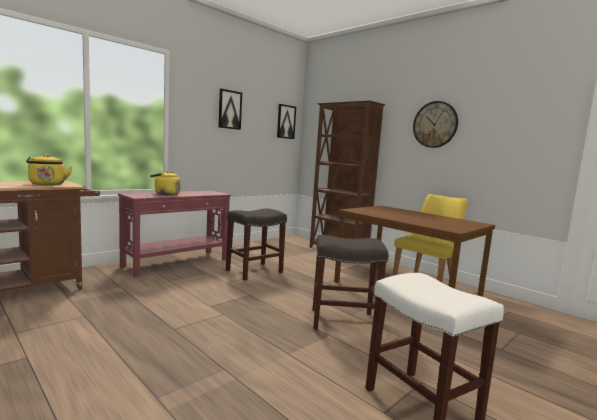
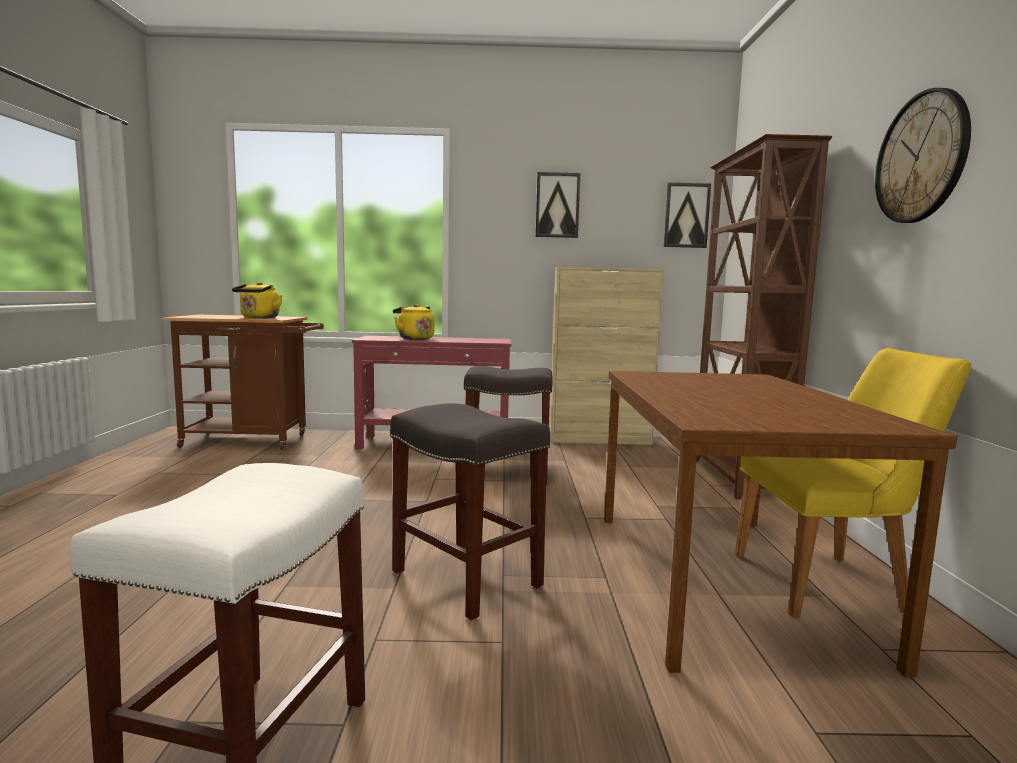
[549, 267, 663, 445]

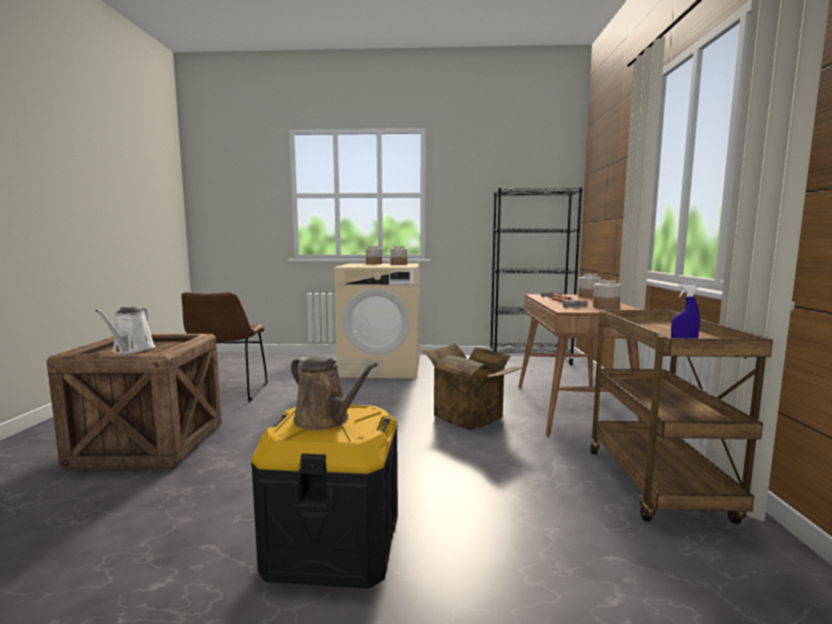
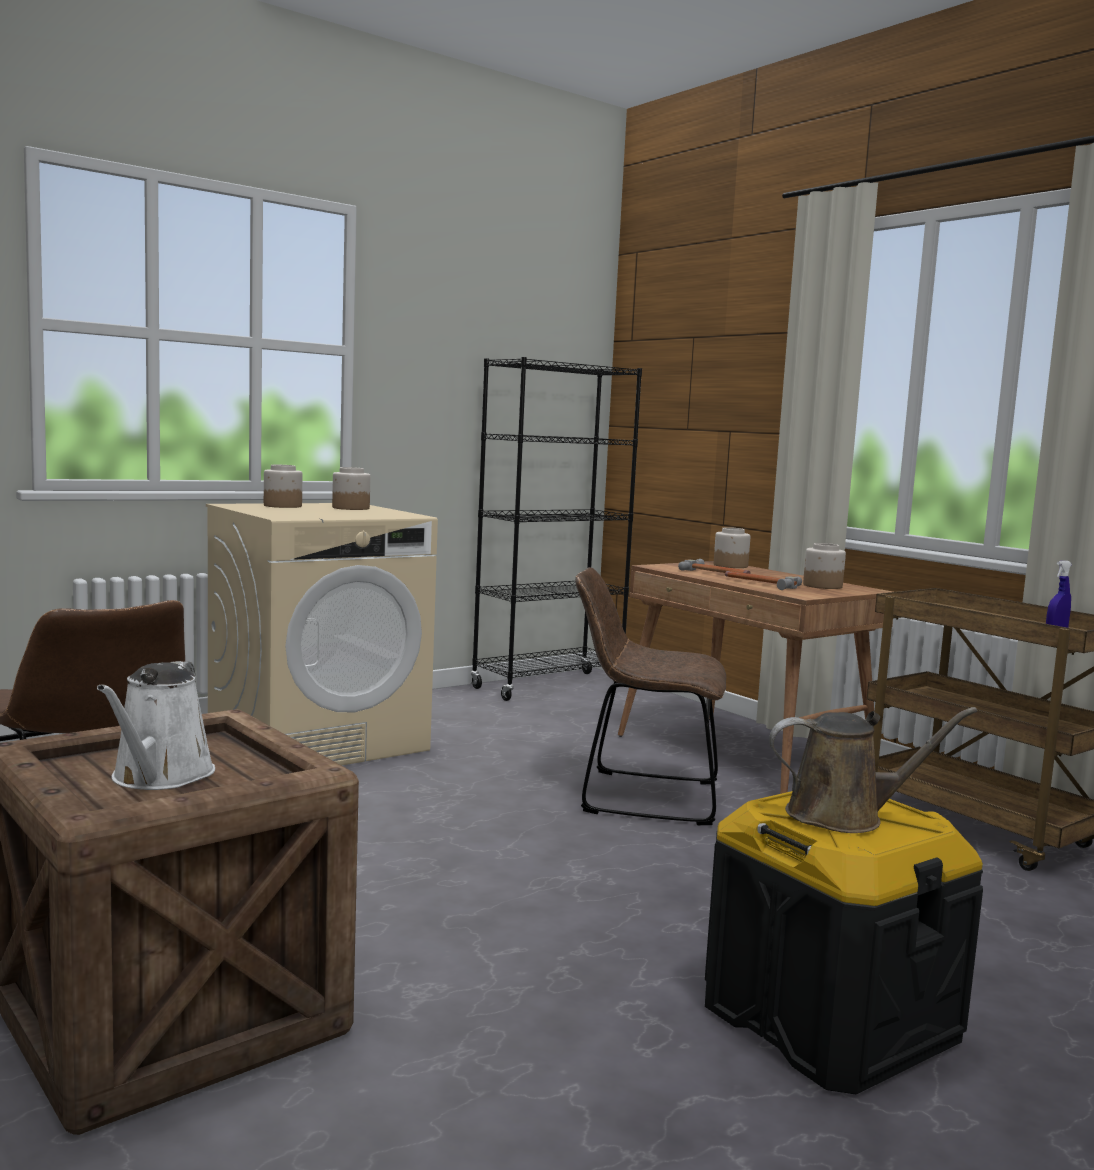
[97, 661, 215, 790]
[575, 567, 726, 825]

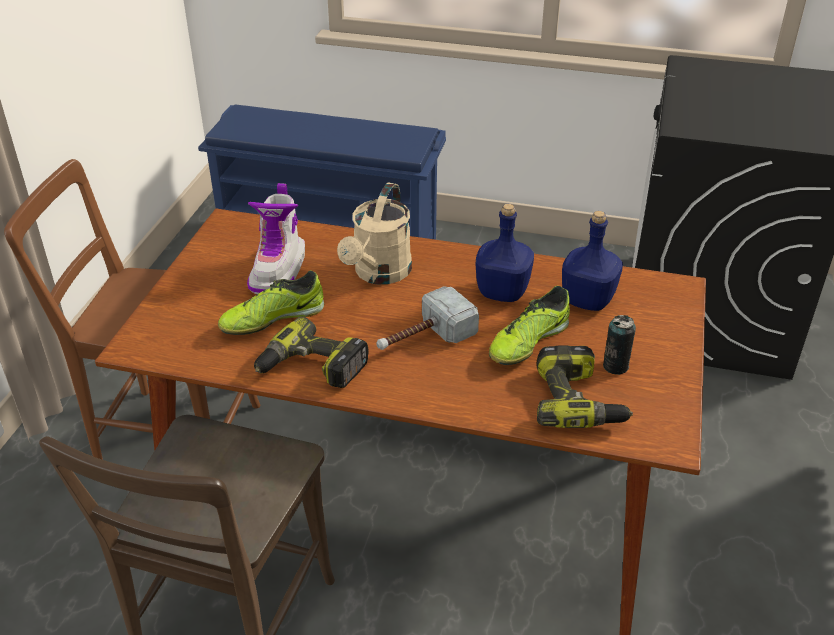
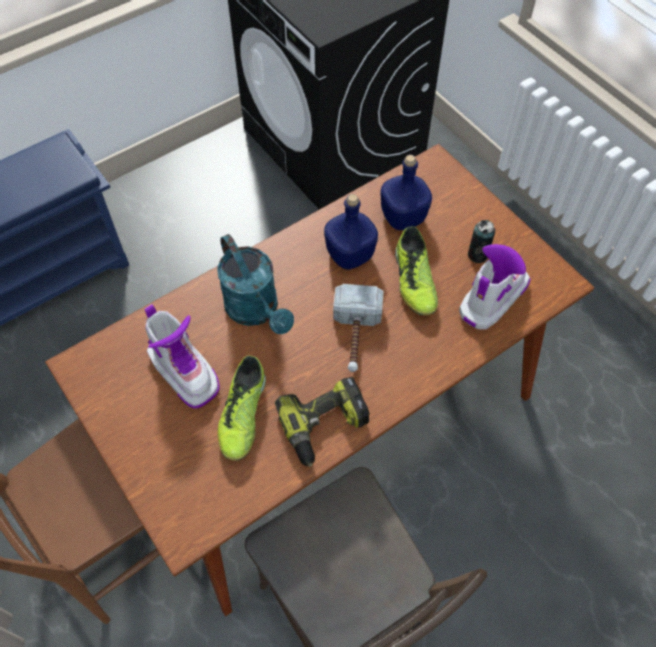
[217, 234, 294, 334]
[459, 244, 530, 330]

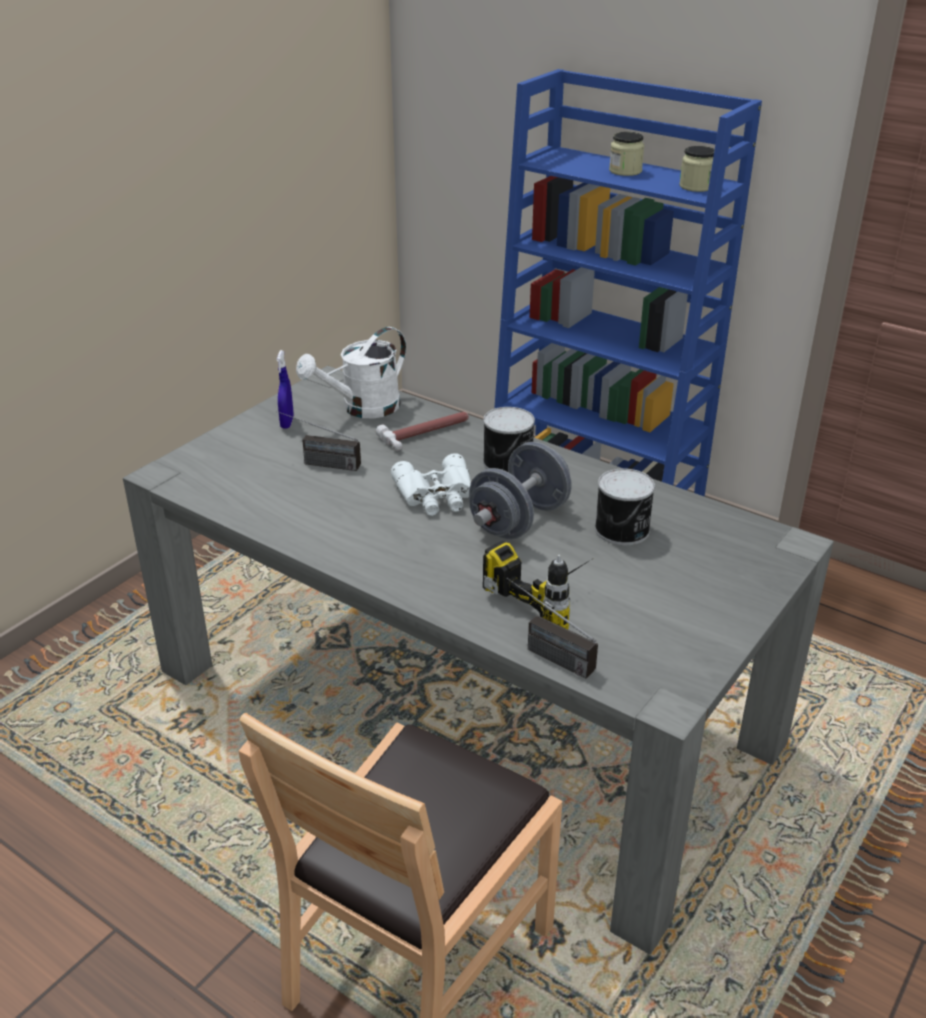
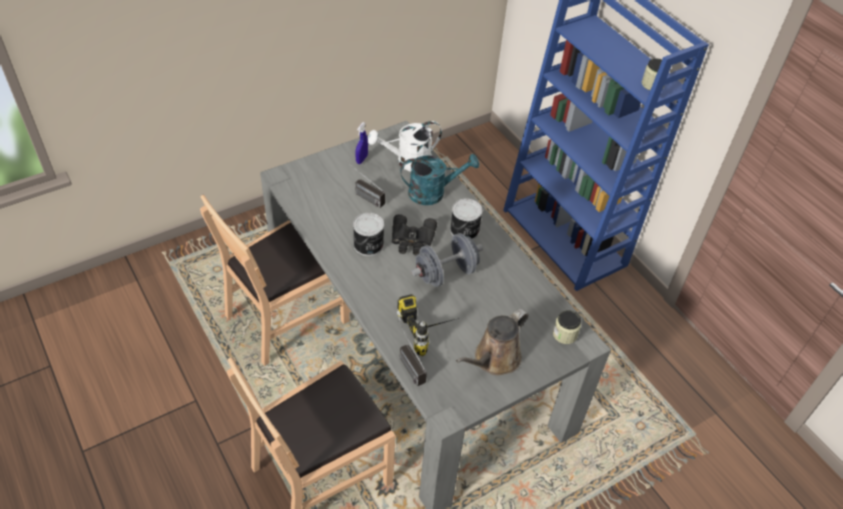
[200, 195, 350, 366]
[353, 213, 384, 256]
[392, 214, 437, 256]
[400, 154, 479, 205]
[456, 309, 528, 375]
[553, 310, 581, 344]

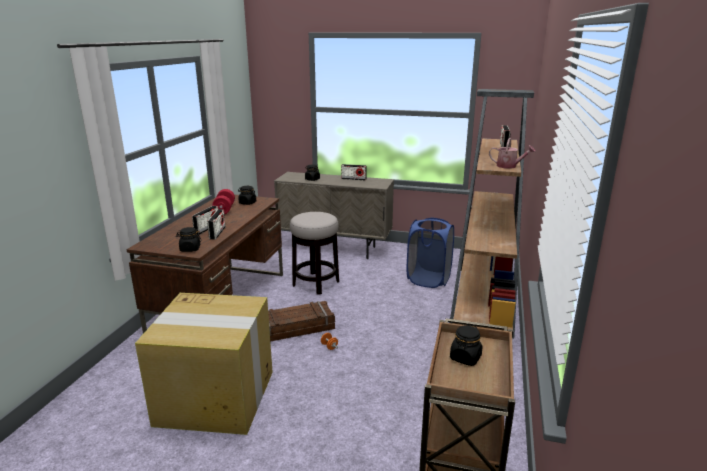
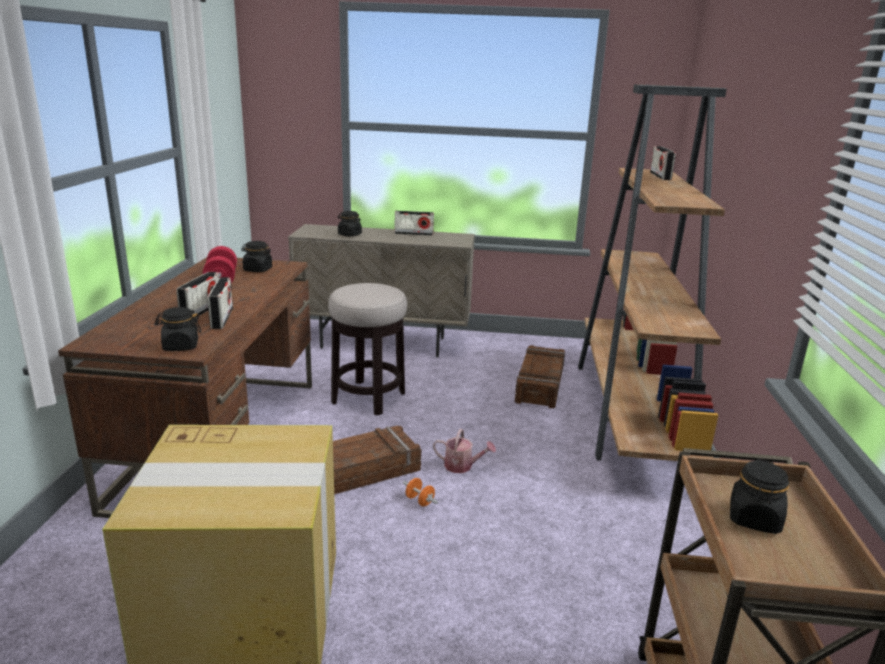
[433, 429, 496, 473]
[515, 345, 565, 408]

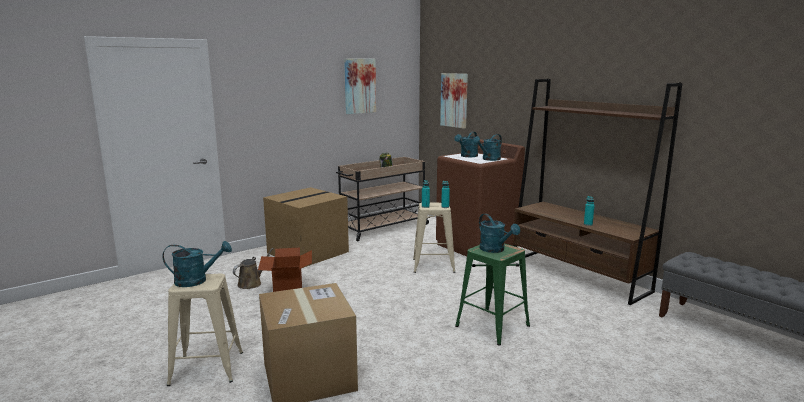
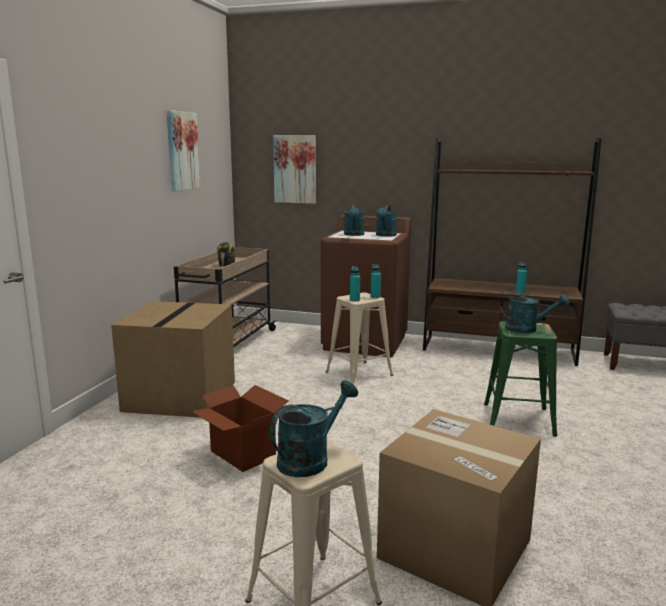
[233, 248, 274, 289] (first image)

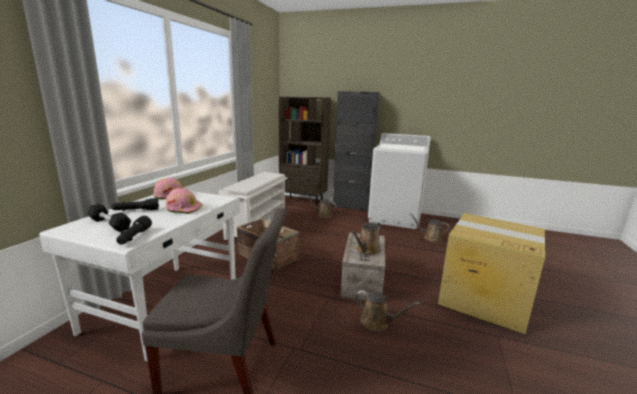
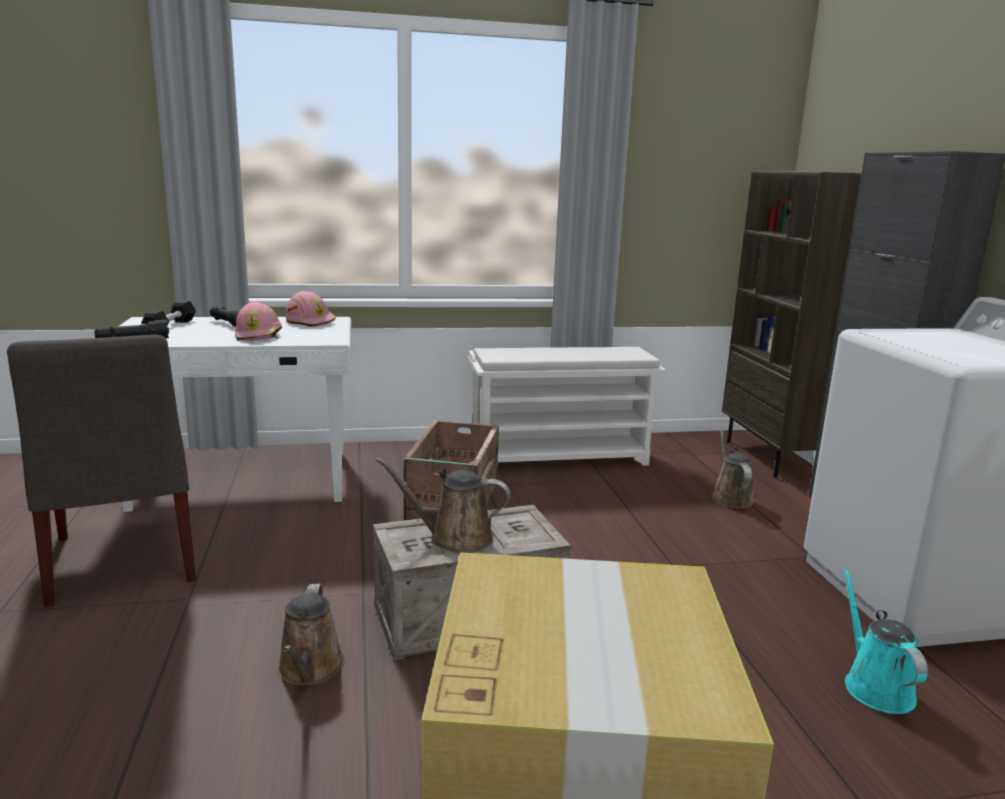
[843, 568, 928, 714]

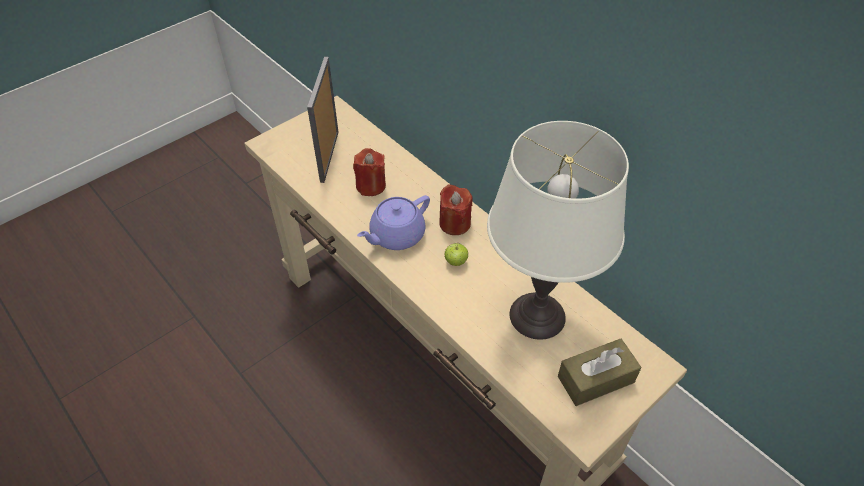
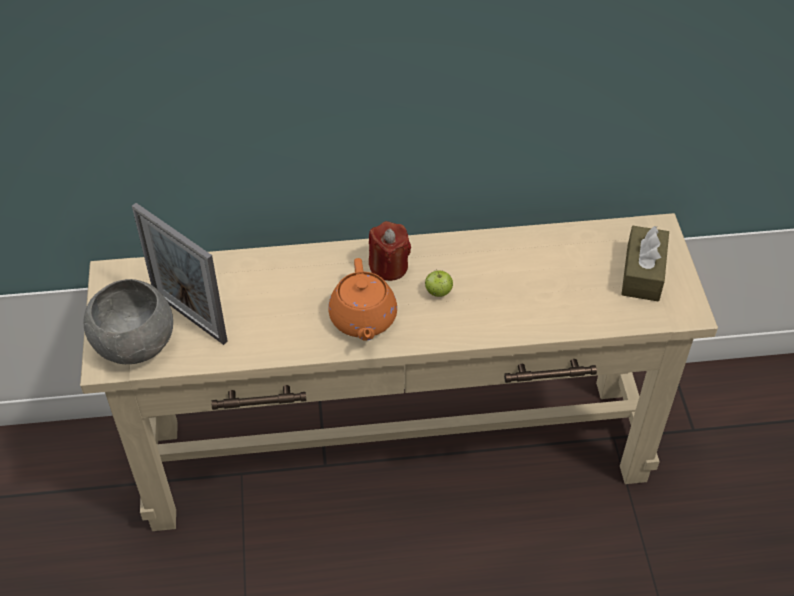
[83, 279, 173, 364]
[328, 258, 397, 341]
[353, 148, 386, 196] (first image)
[487, 121, 629, 340] (first image)

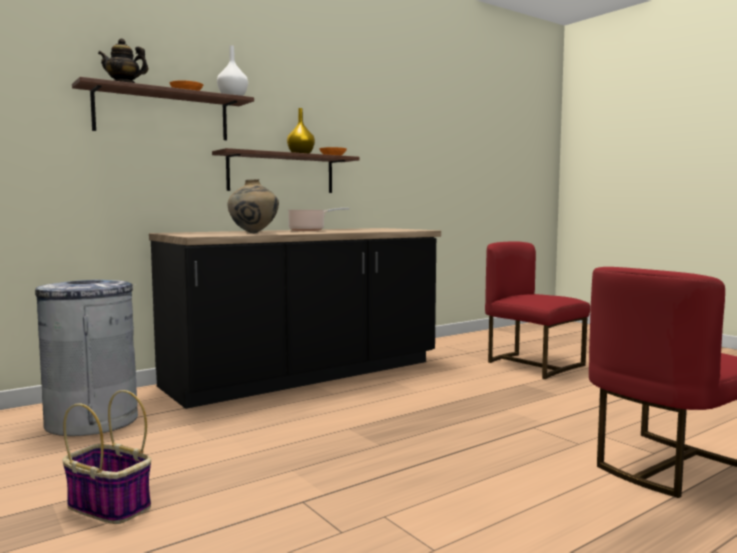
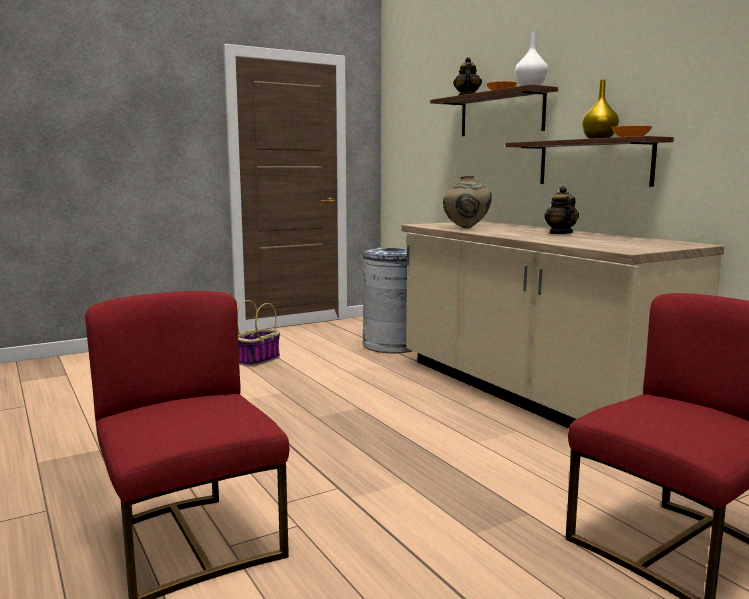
[402, 221, 724, 429]
[544, 186, 579, 234]

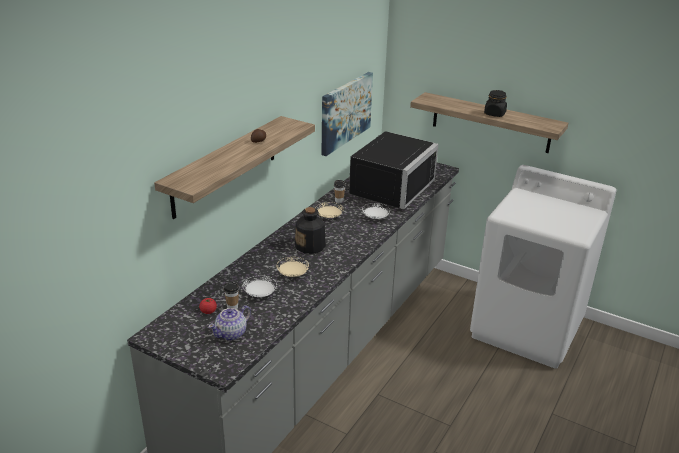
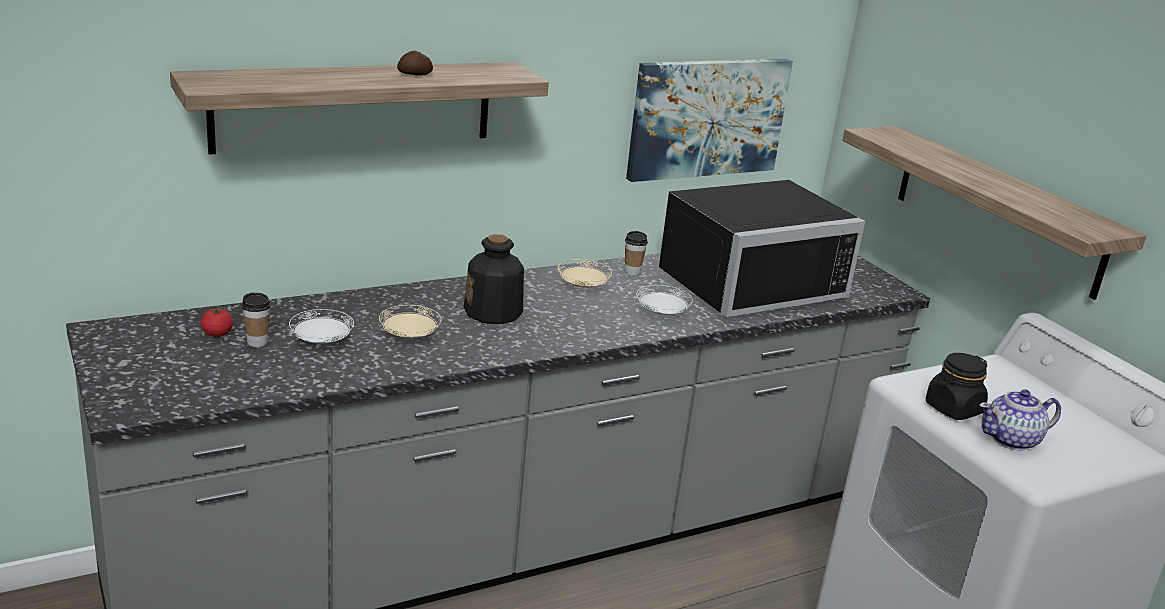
[926, 353, 988, 420]
[979, 389, 1061, 451]

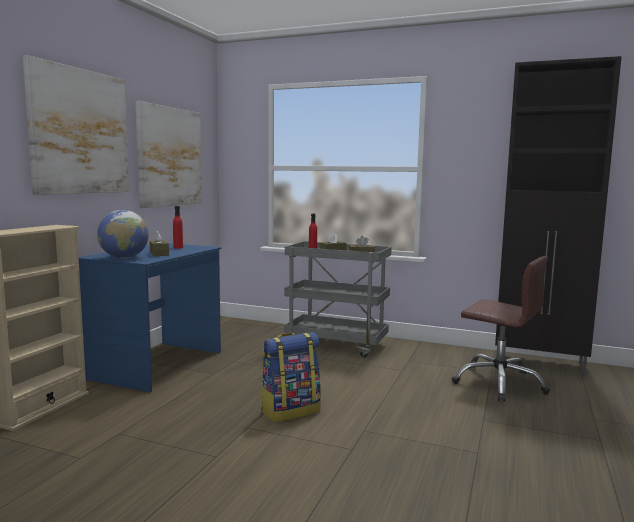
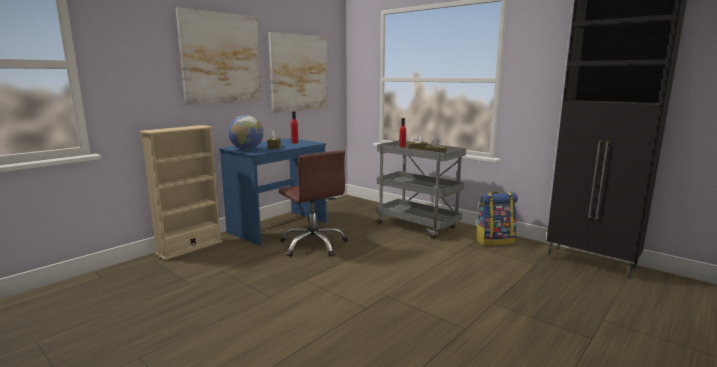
[278, 150, 348, 257]
[475, 191, 518, 246]

